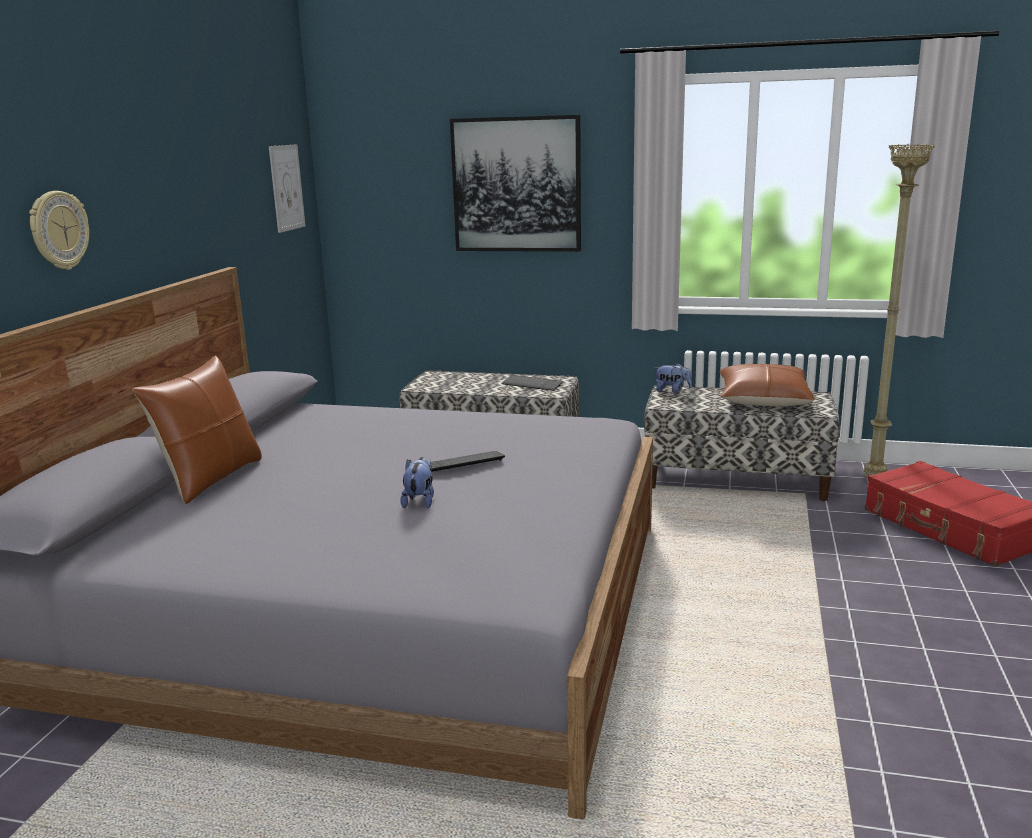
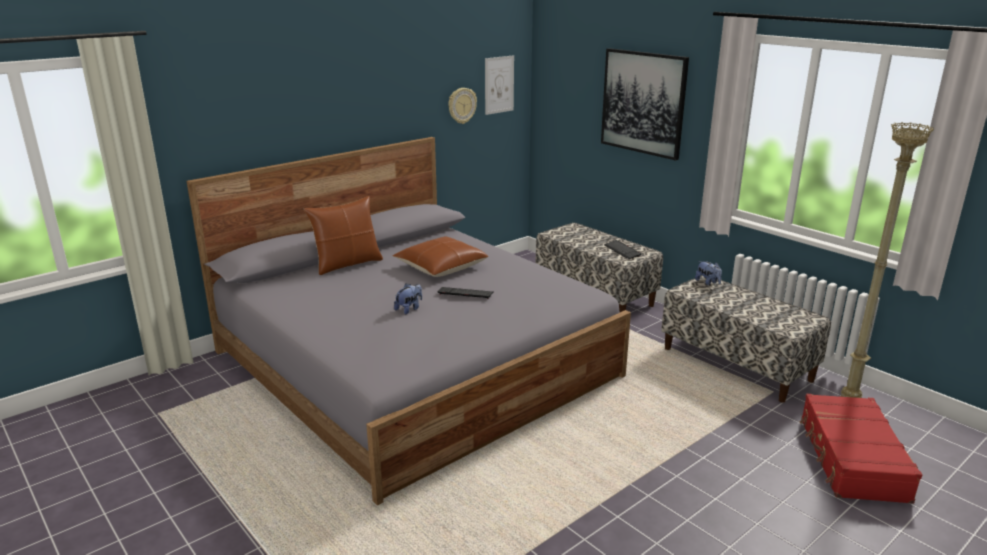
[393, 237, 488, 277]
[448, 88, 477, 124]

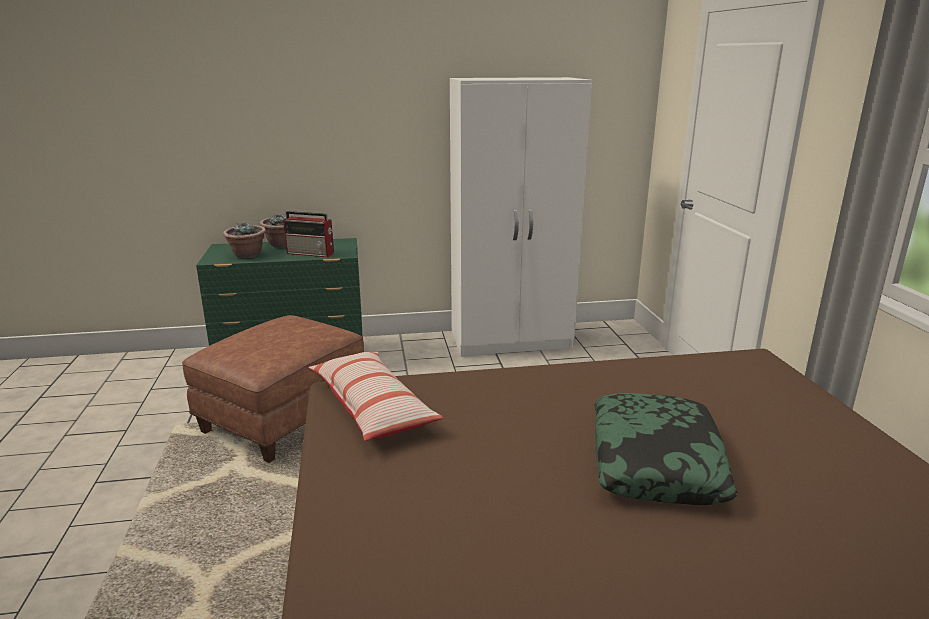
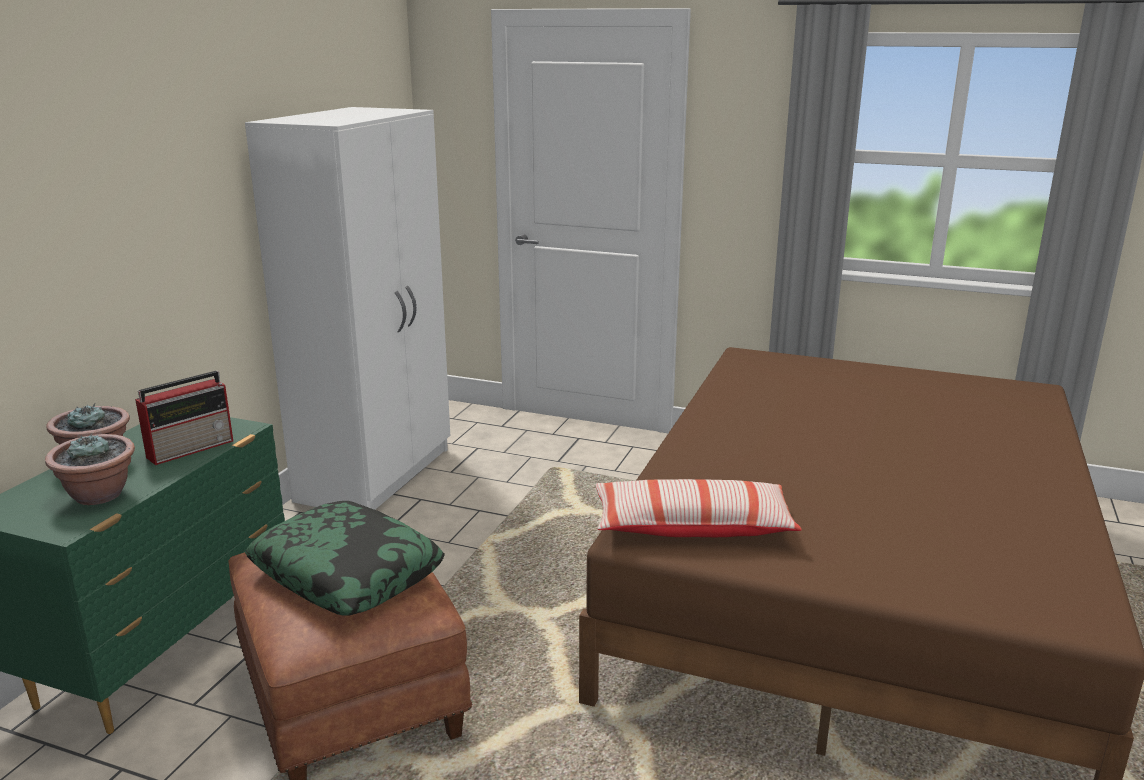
[245, 501, 445, 616]

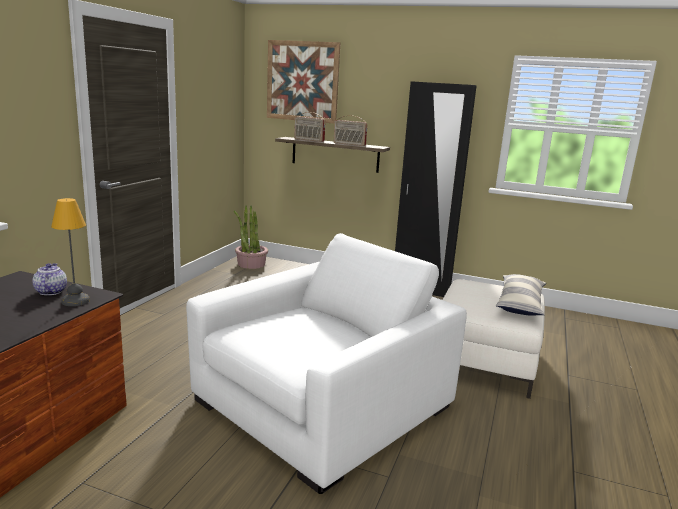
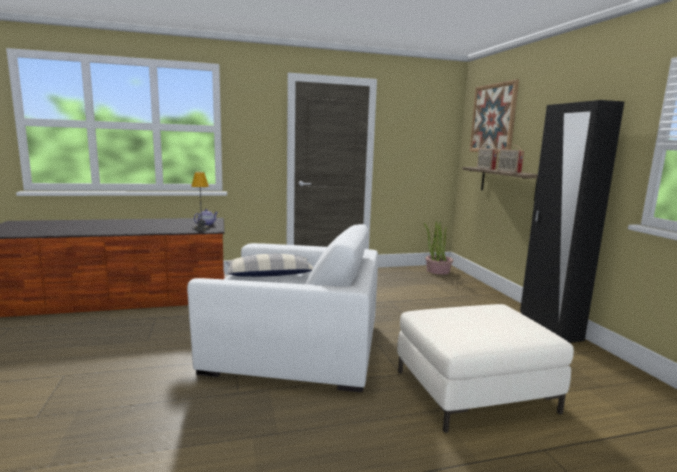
[226, 254, 314, 277]

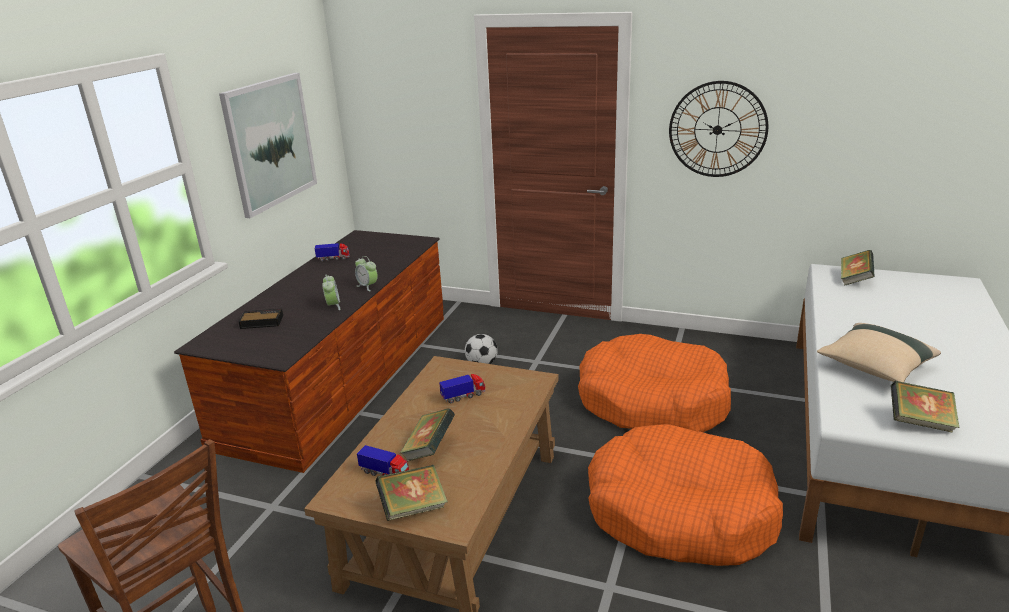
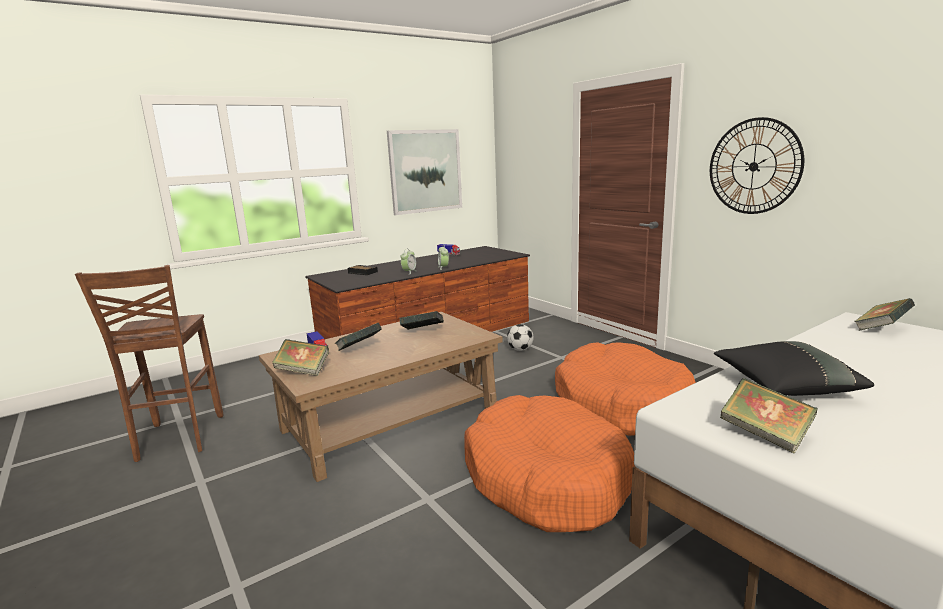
[400, 311, 444, 330]
[714, 341, 874, 396]

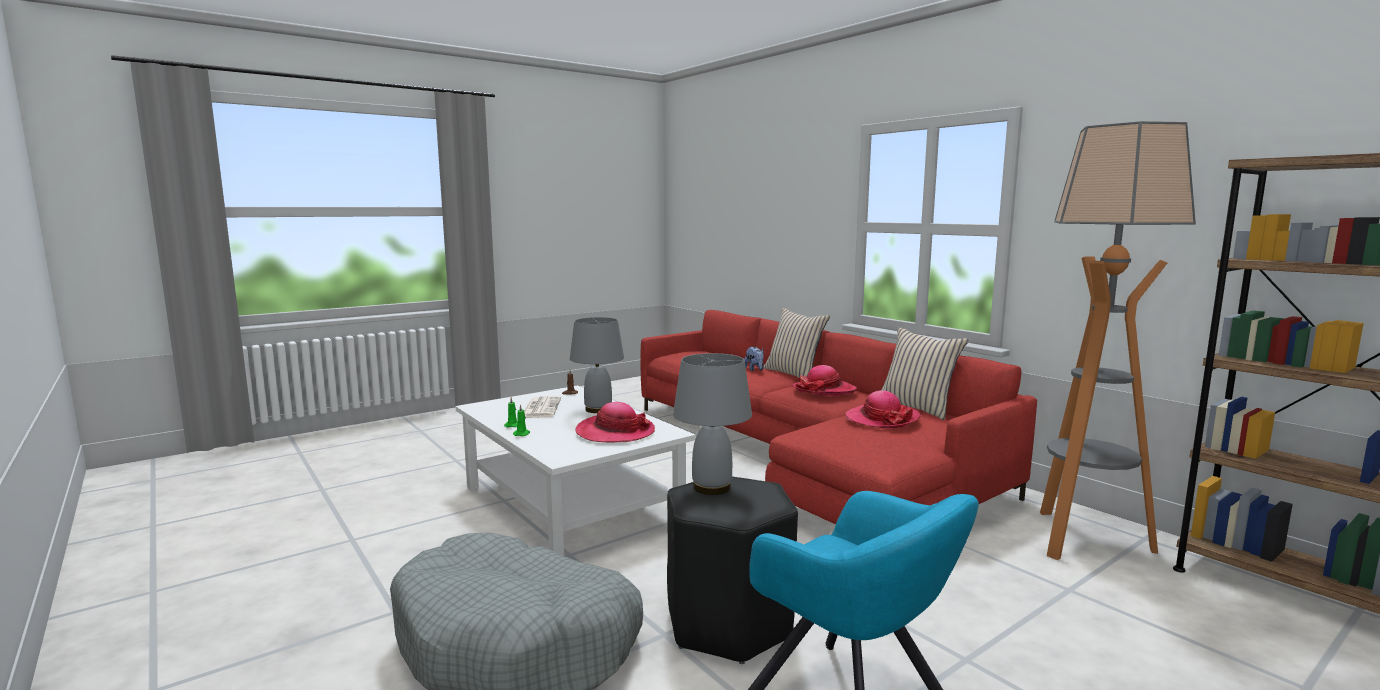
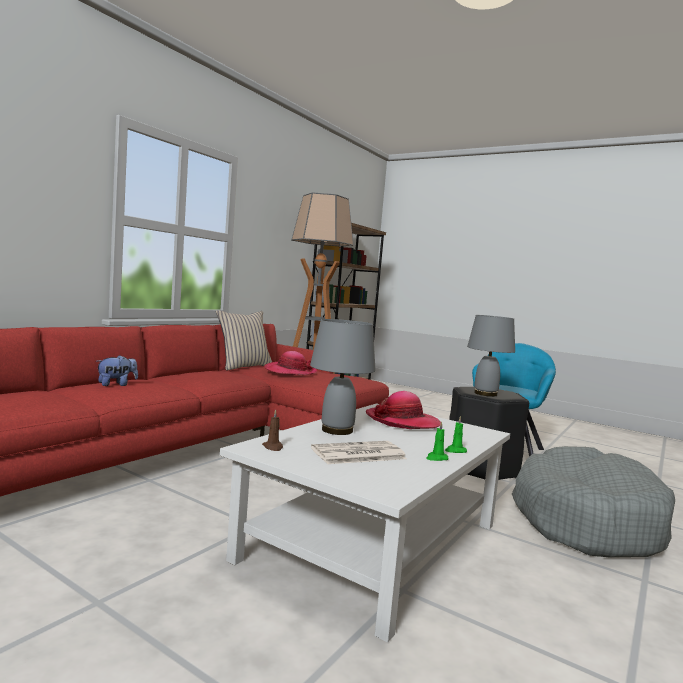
[763, 308, 830, 378] (first image)
[792, 365, 857, 396] (first image)

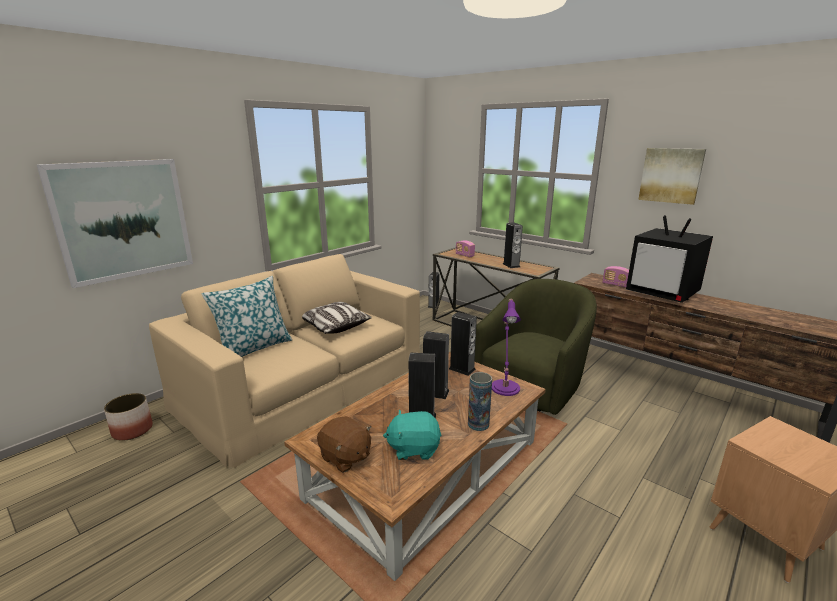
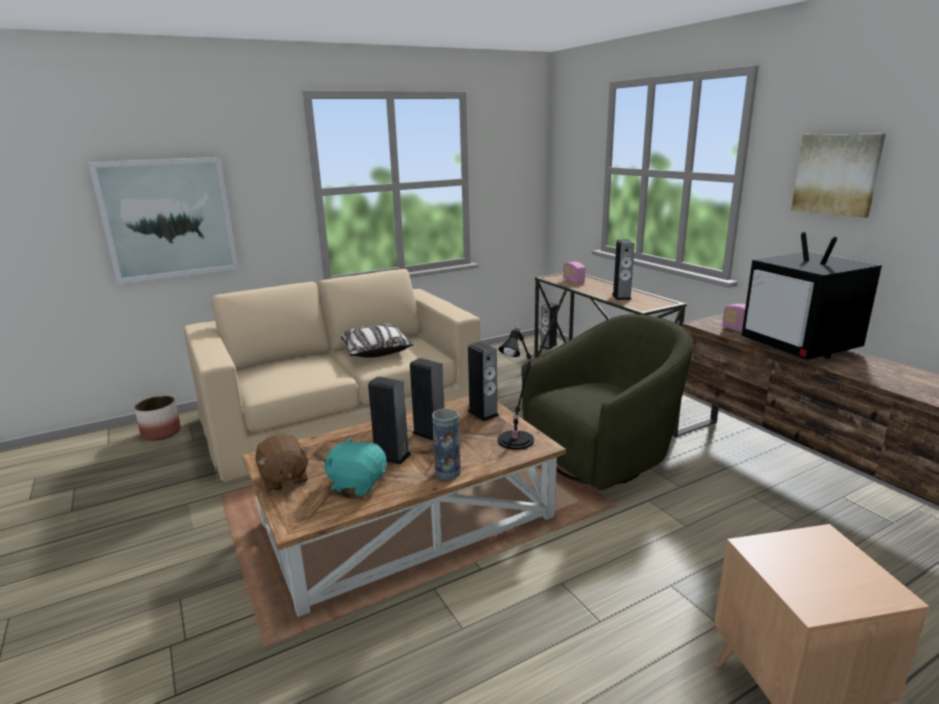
[498, 326, 534, 450]
[202, 276, 292, 357] (first image)

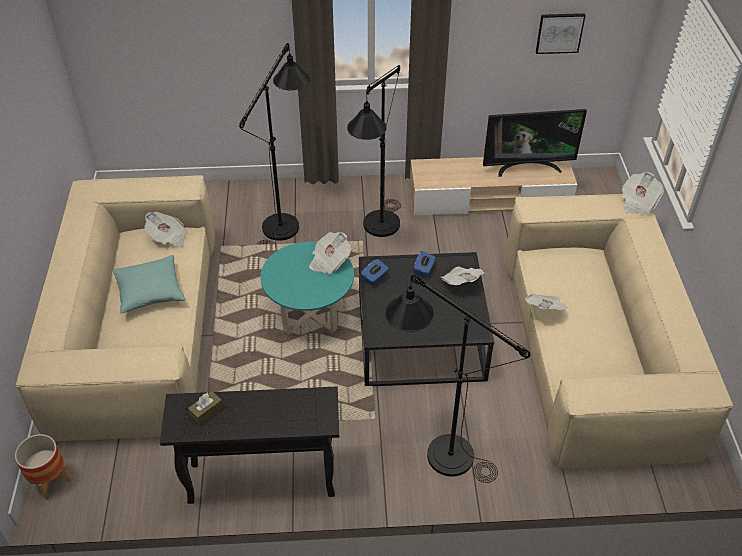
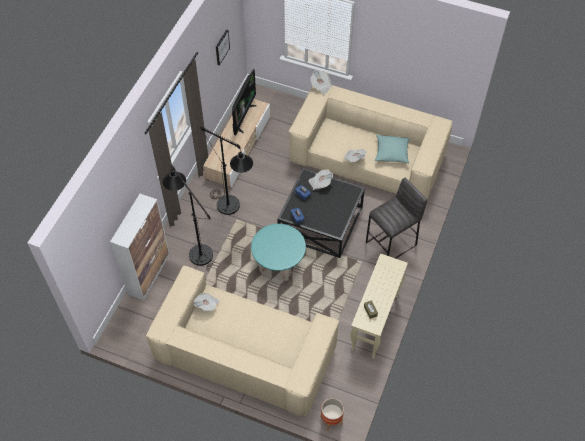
[110, 194, 170, 300]
[350, 253, 408, 359]
[366, 178, 427, 259]
[375, 135, 410, 163]
[309, 232, 351, 275] (first image)

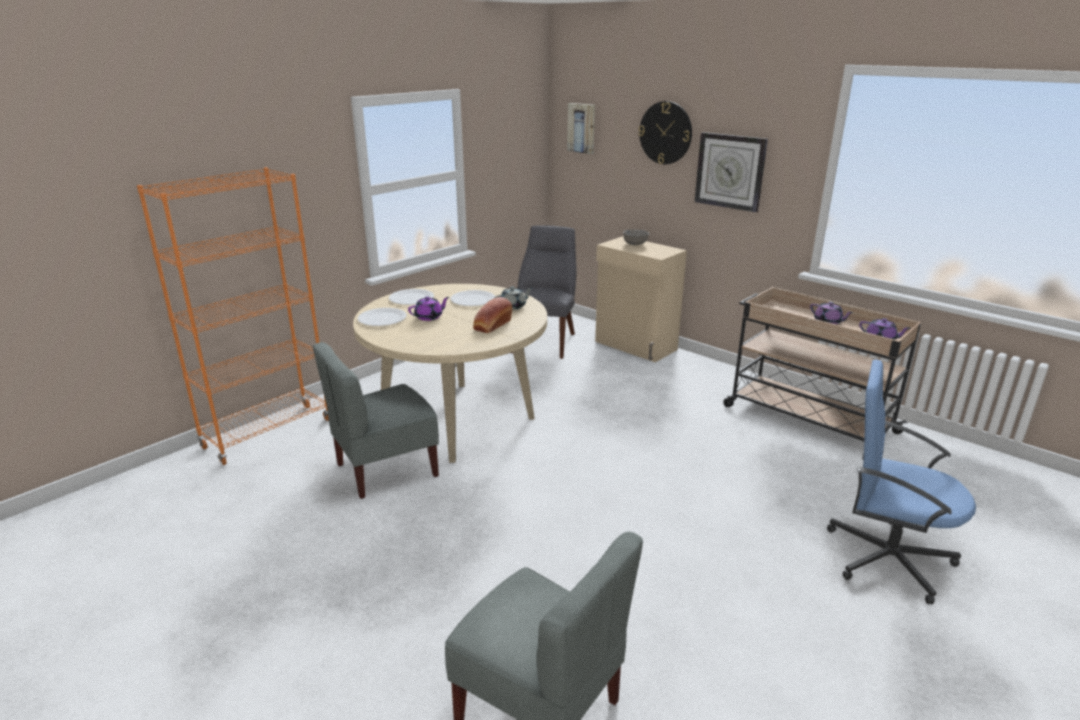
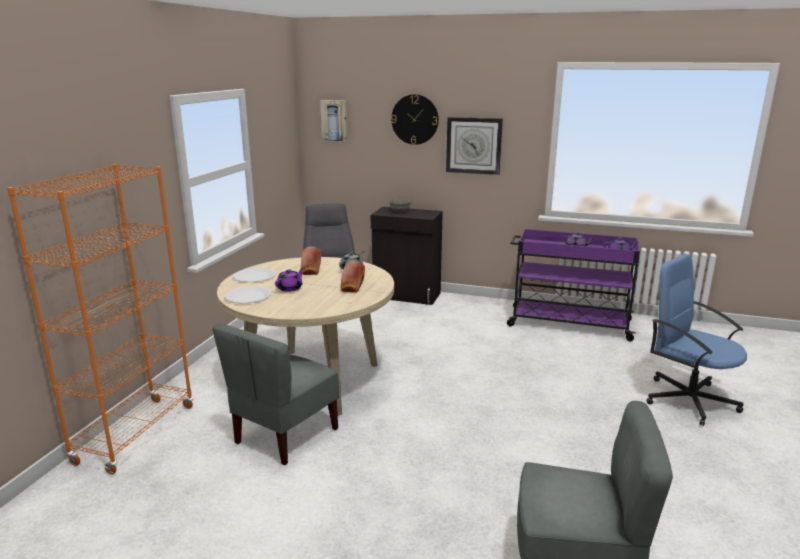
[301, 246, 321, 275]
[371, 207, 443, 305]
[507, 229, 640, 342]
[646, 254, 747, 426]

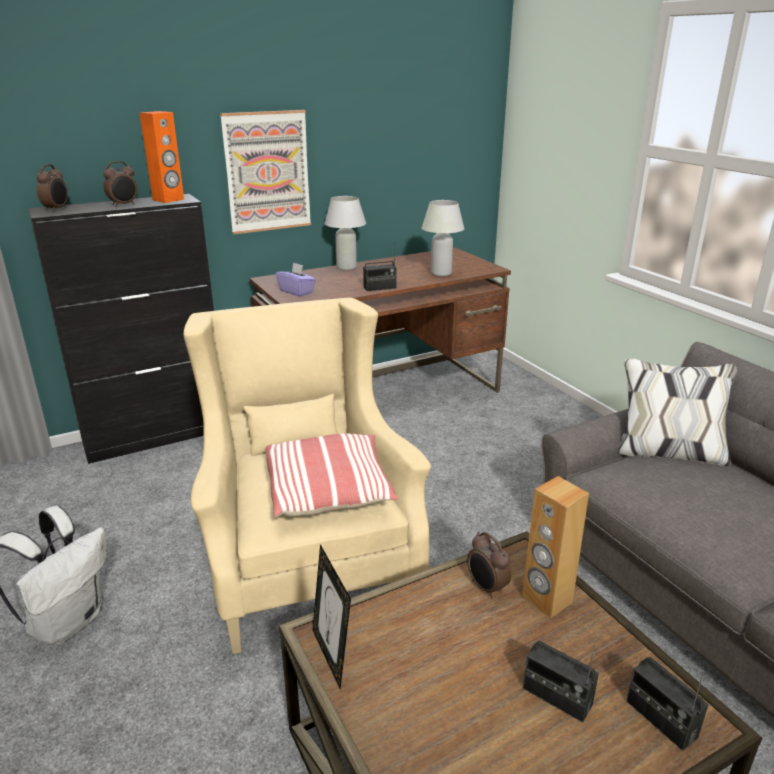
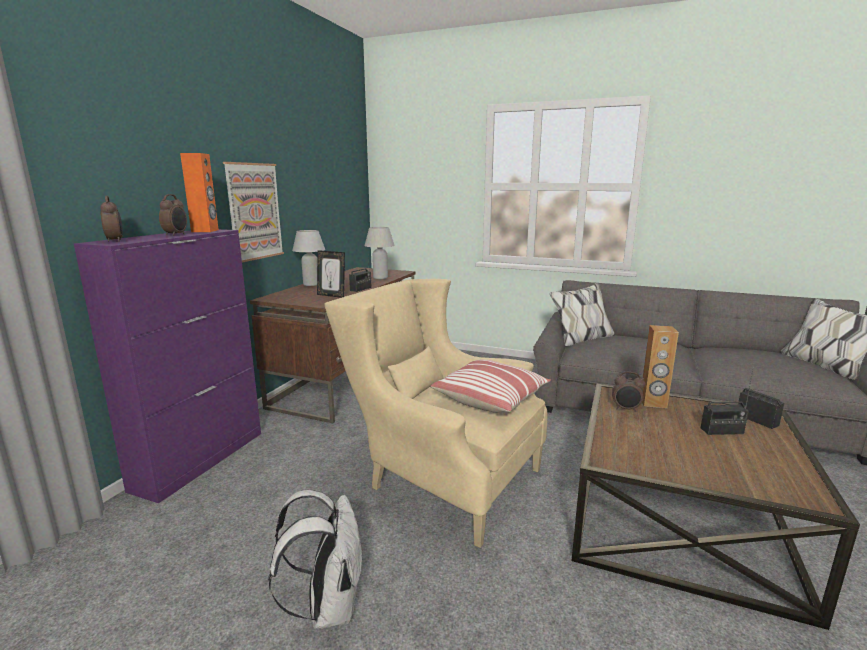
[74, 229, 261, 503]
[317, 250, 345, 298]
[738, 366, 784, 429]
[276, 262, 316, 297] (first image)

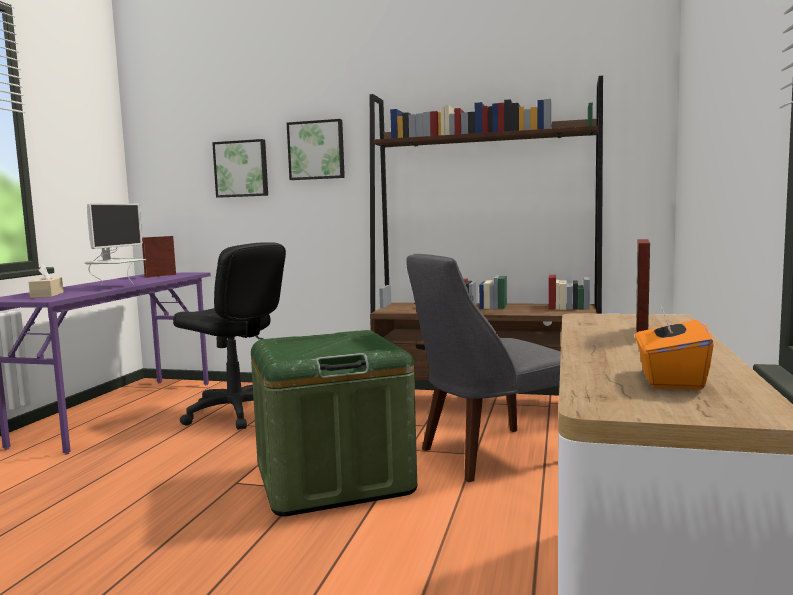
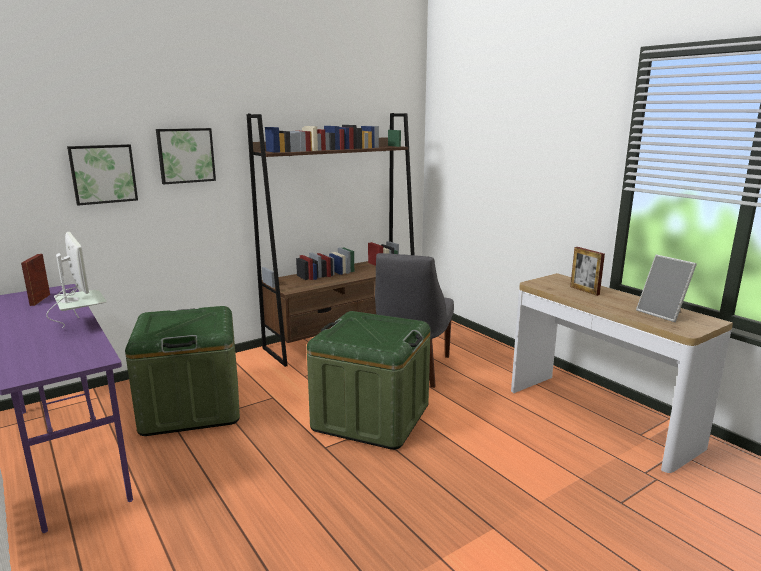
[125, 306, 240, 436]
[636, 254, 697, 322]
[29, 264, 63, 298] (first image)

